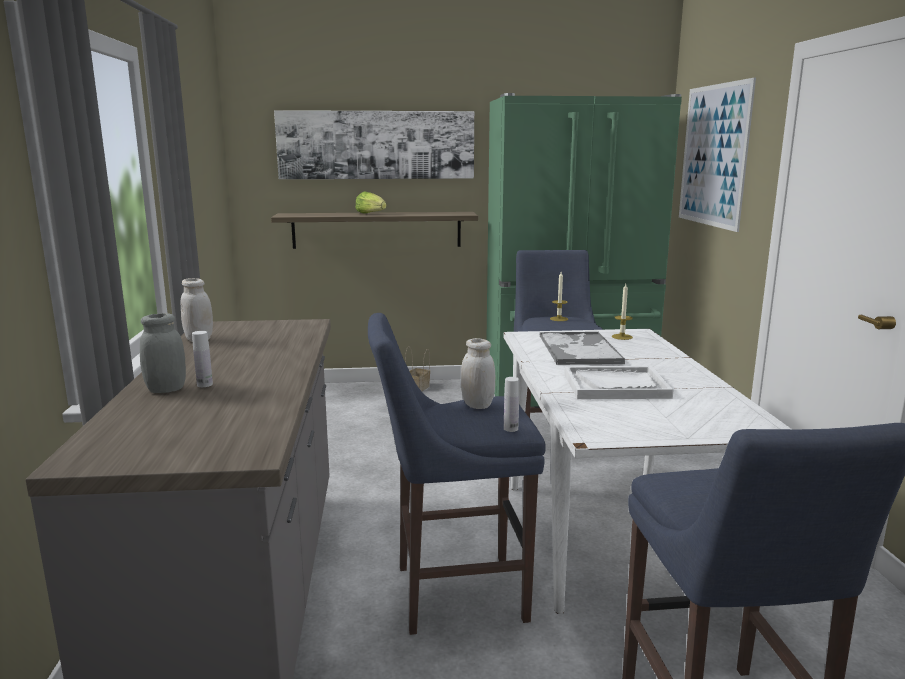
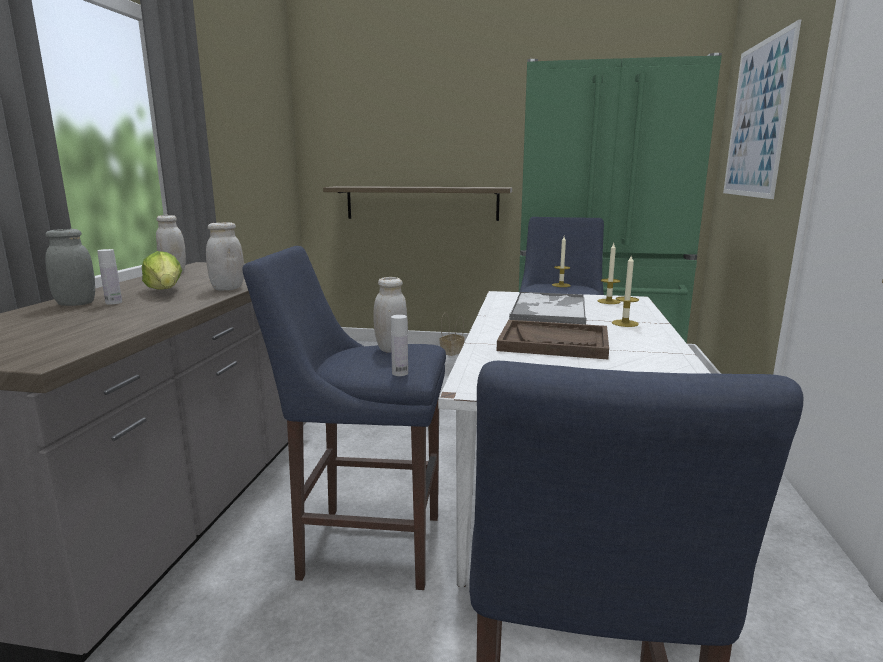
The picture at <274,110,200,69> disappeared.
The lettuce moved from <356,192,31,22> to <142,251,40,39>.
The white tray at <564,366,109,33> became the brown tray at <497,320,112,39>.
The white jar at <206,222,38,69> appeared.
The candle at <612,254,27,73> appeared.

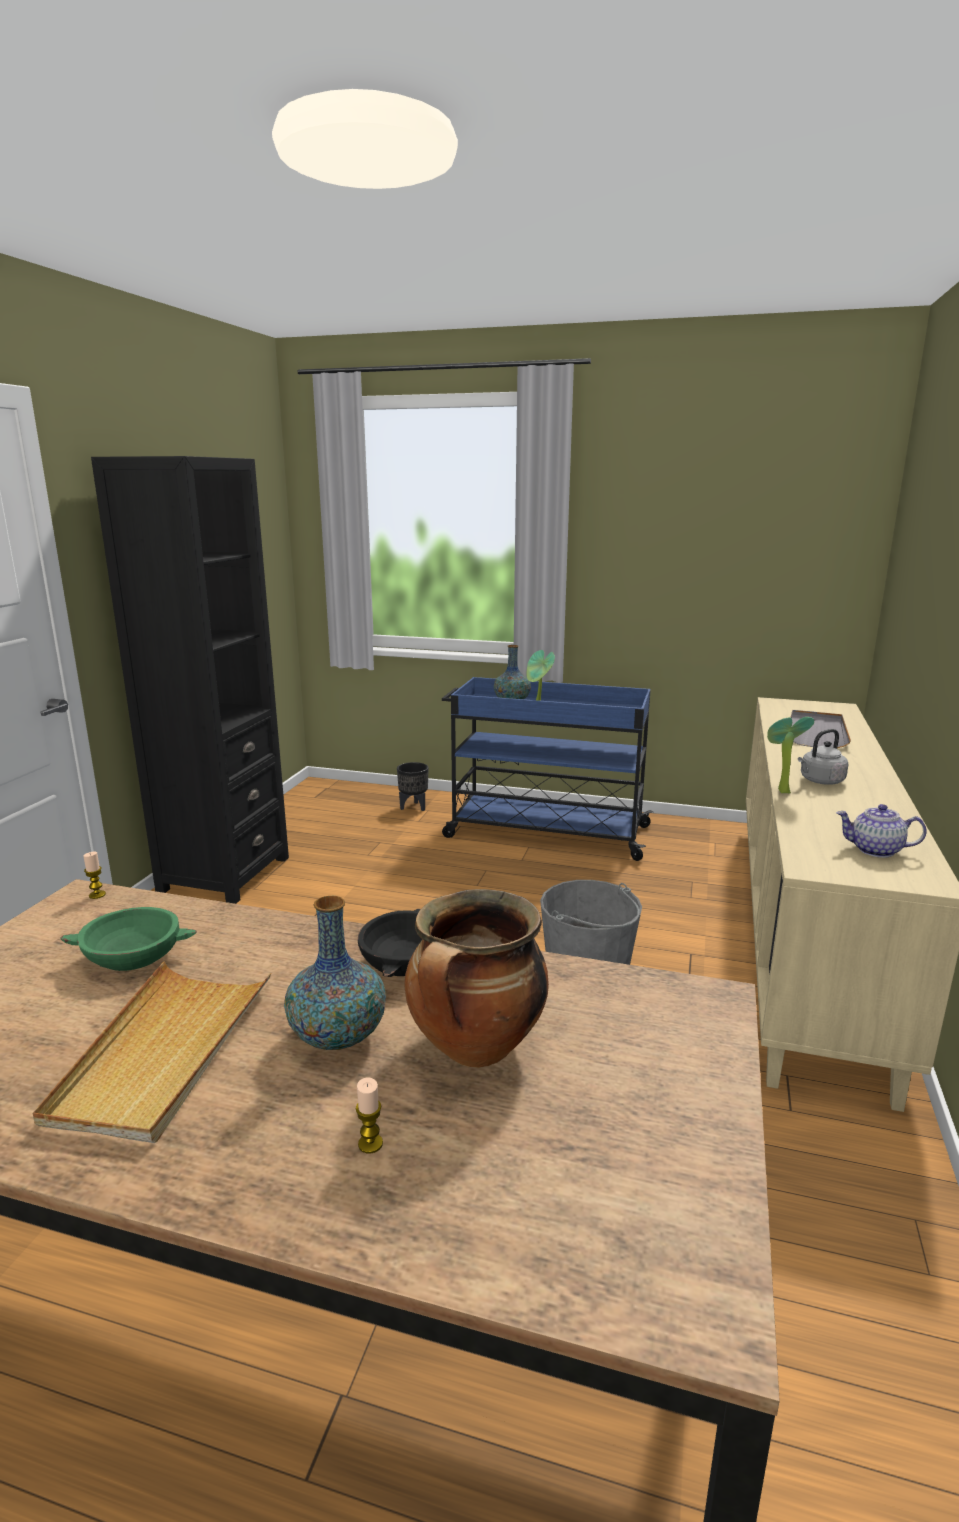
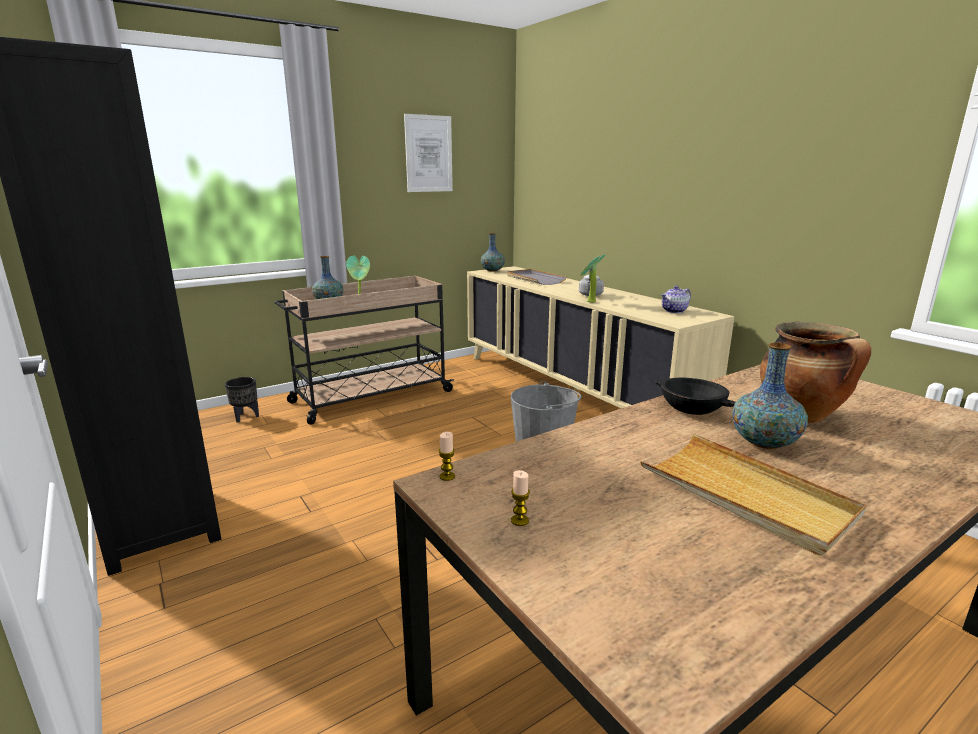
The blue cart at <442,677,211,184> became the beige cart at <274,276,180,149>.
The green bowl at <60,907,137,64> disappeared.
The candle moved from <356,1078,27,75> to <511,470,19,56>.
The picture at <404,114,49,78> appeared.
The vase at <481,233,24,39> appeared.

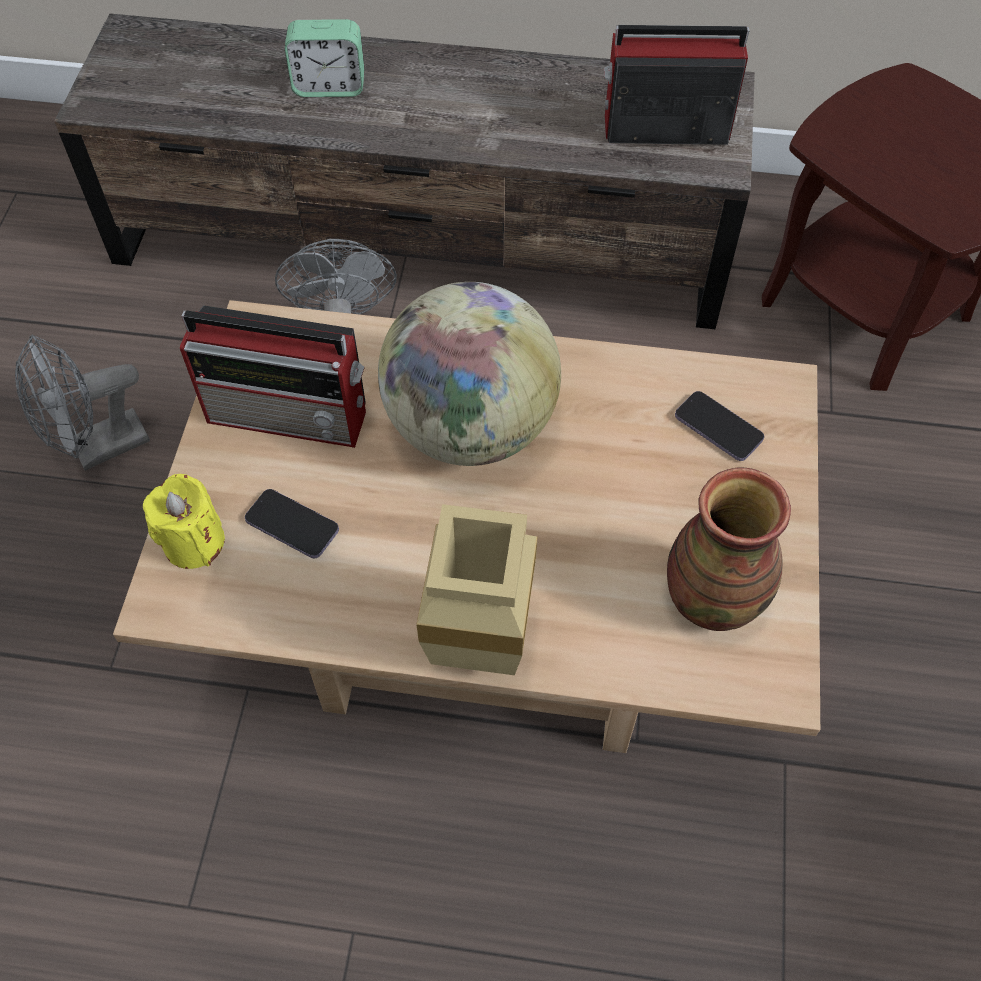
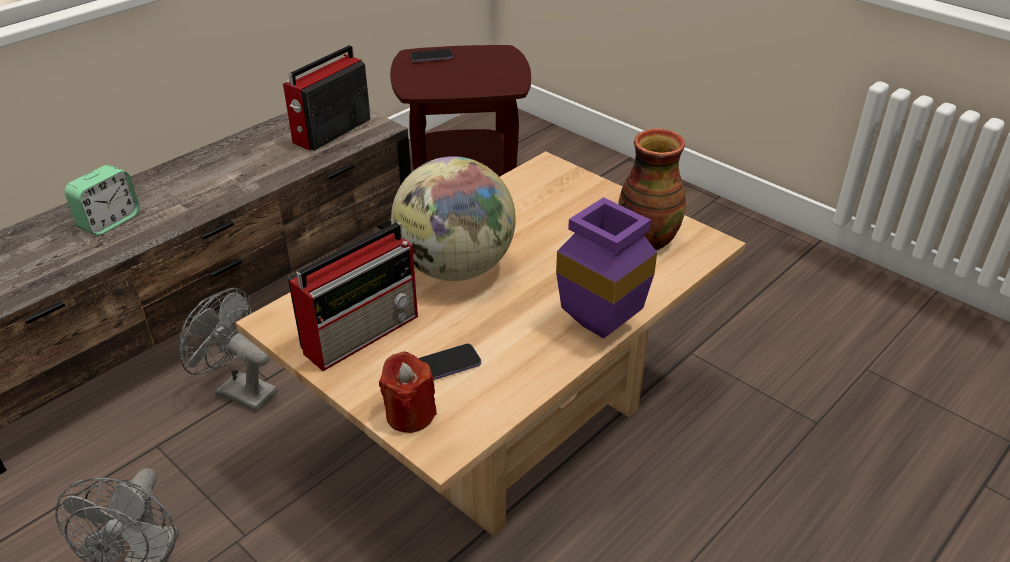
The phone moved from <675,391,89,70> to <410,49,43,13>.
The yellow candle at <143,474,82,95> became the red candle at <379,351,58,82>.
The beige vase at <416,504,121,171> became the purple vase at <556,197,101,142>.

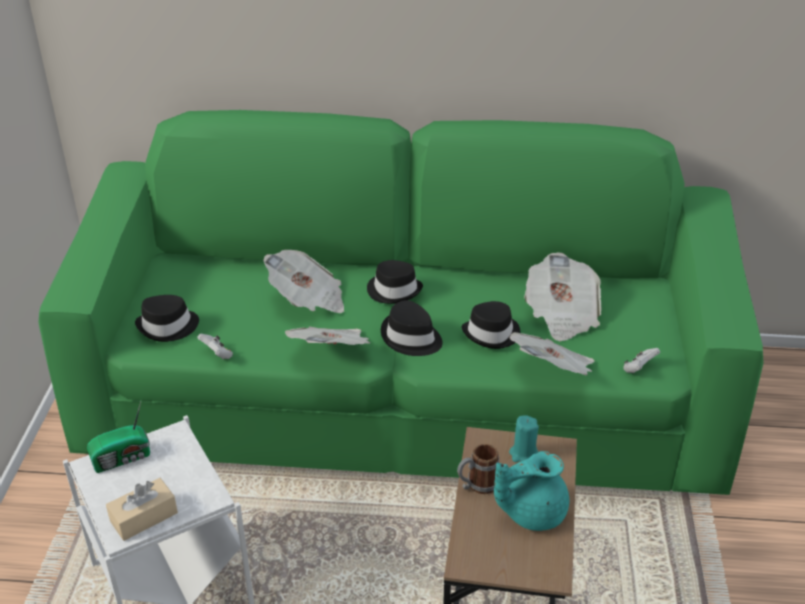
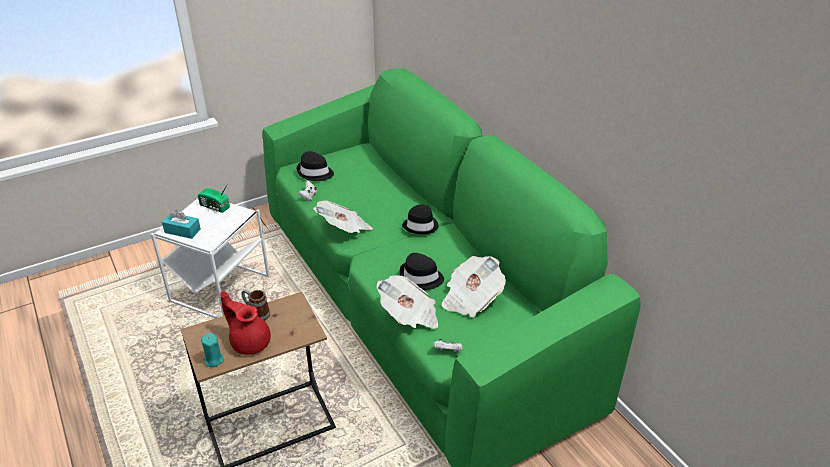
The newspaper at <264,250,80,63> disappeared.
The black hat at <381,300,62,56> disappeared.
The turquoise candle moved from <509,415,30,47> to <201,333,23,34>.
The turquoise teapot at <494,451,75,80> became the red teapot at <220,291,51,64>.
The beige tissue box at <106,478,72,63> became the turquoise tissue box at <162,210,39,29>.

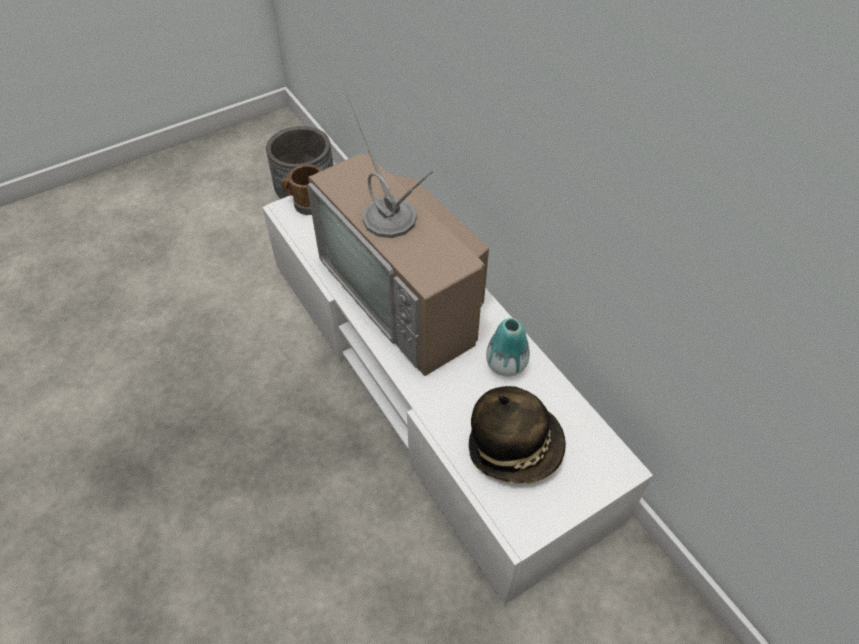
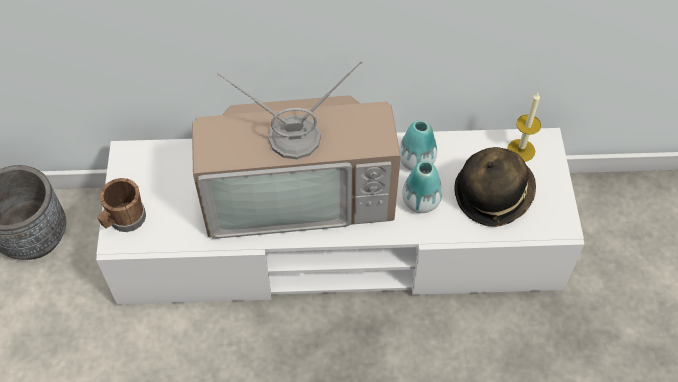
The candle at <507,93,34,69> appeared.
The vase at <402,161,40,52> appeared.

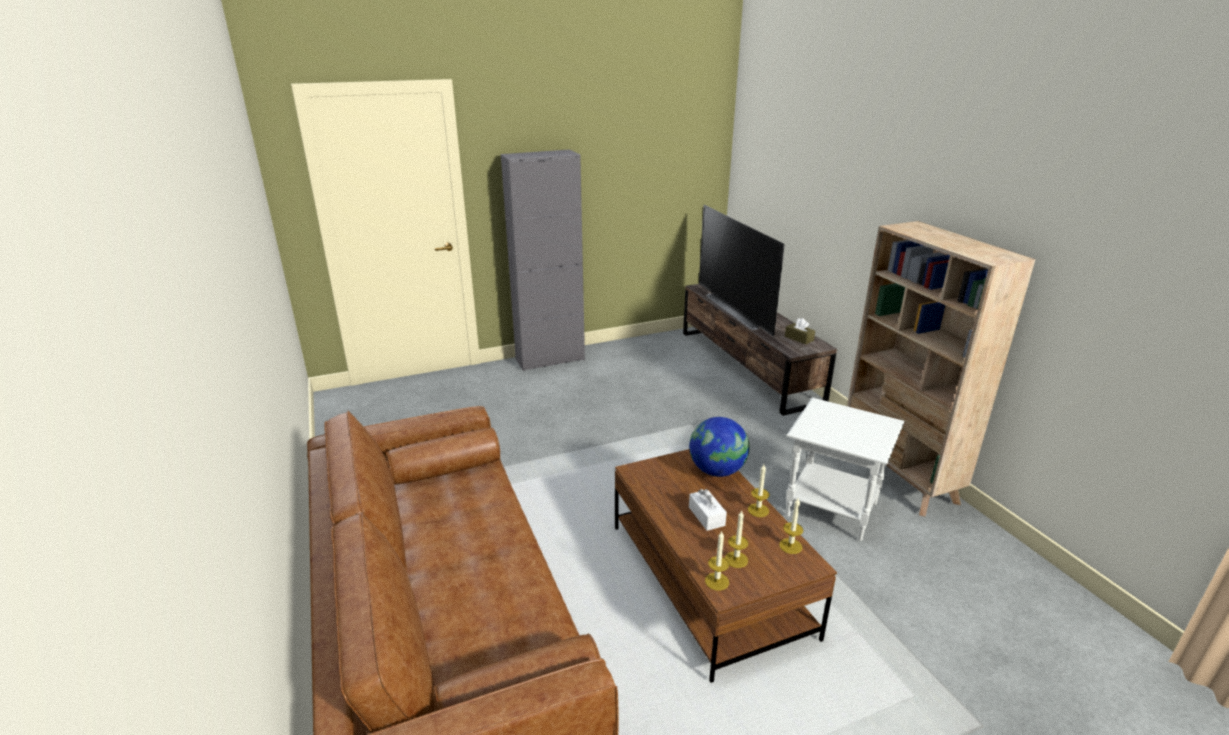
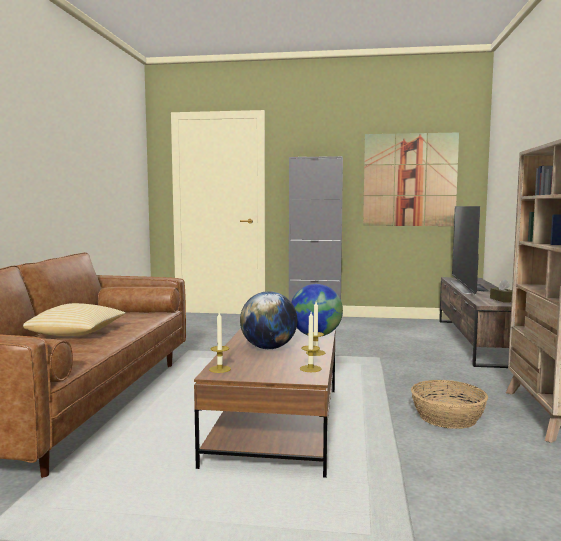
The white side table at <786,398,119,143> was replaced by the basket at <411,380,77,49>.
The white tissue box at <689,489,38,42> was replaced by the globe at <240,291,58,58>.
The candle at <725,510,23,58> disappeared.
The picture at <363,133,96,93> appeared.
The pillow at <23,303,103,33> appeared.

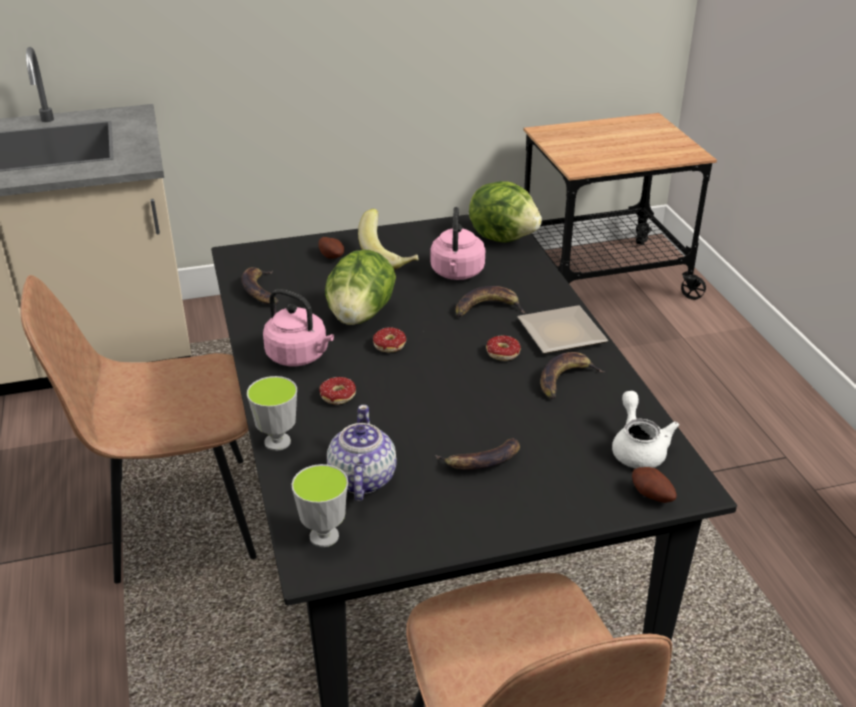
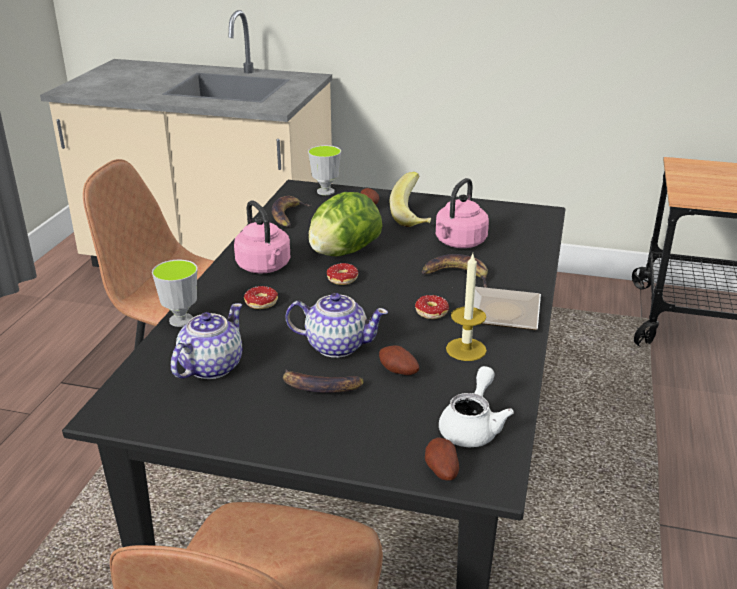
The lettuce at <469,181,73,61> disappeared.
The banana at <541,352,64,47> was replaced by the candle at <446,254,41,107>.
The cup moved from <292,464,56,83> to <308,145,33,50>.
The teapot at <286,293,102,65> appeared.
The potato at <379,345,40,30> appeared.

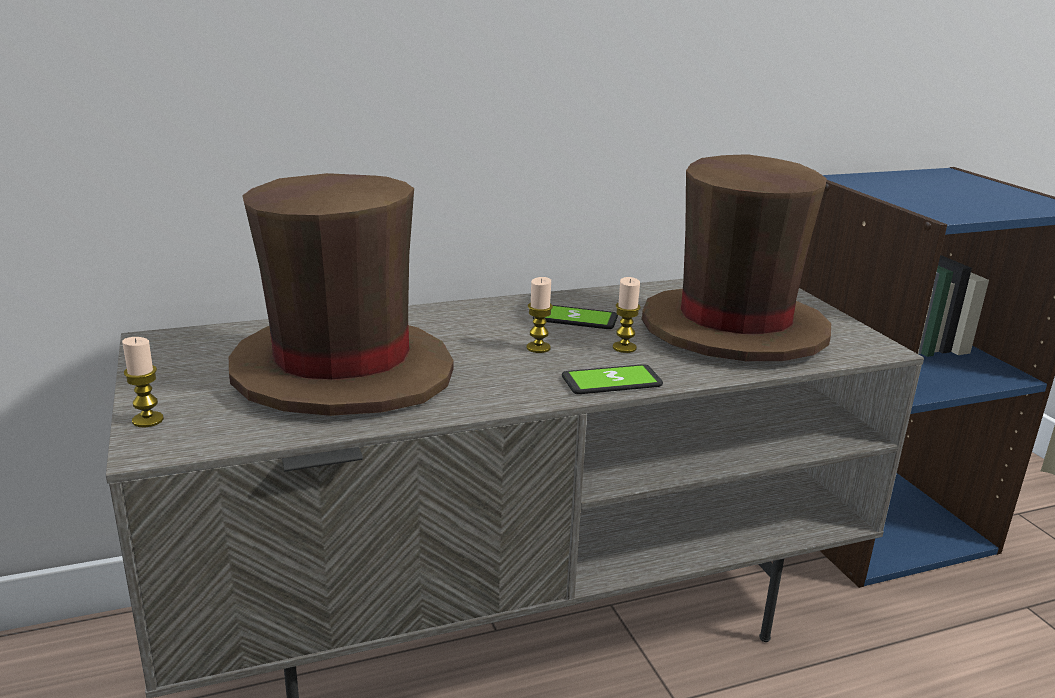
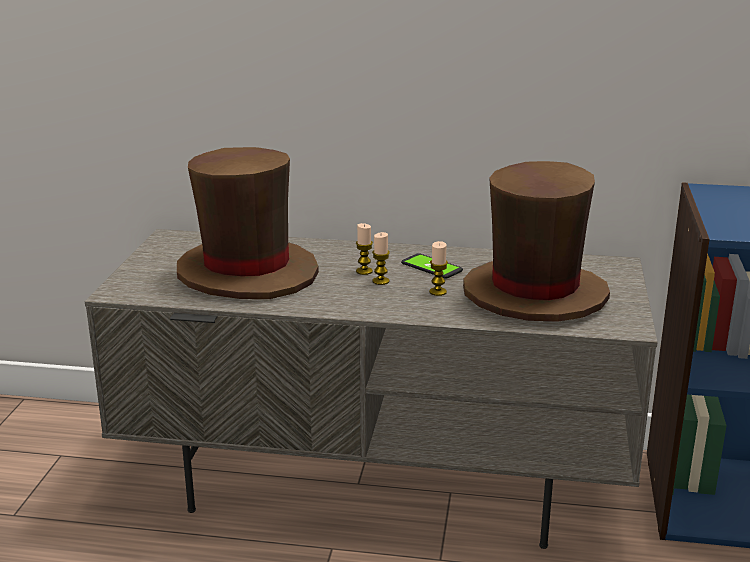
The candle moved from <122,337,42,90> to <356,223,17,52>.
The phone at <562,364,101,30> disappeared.

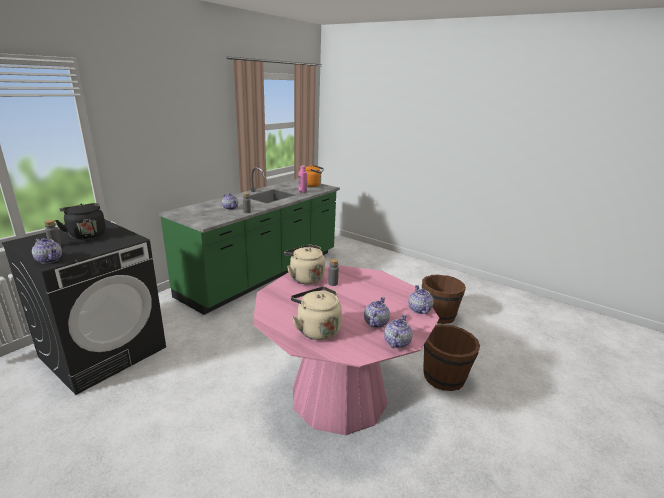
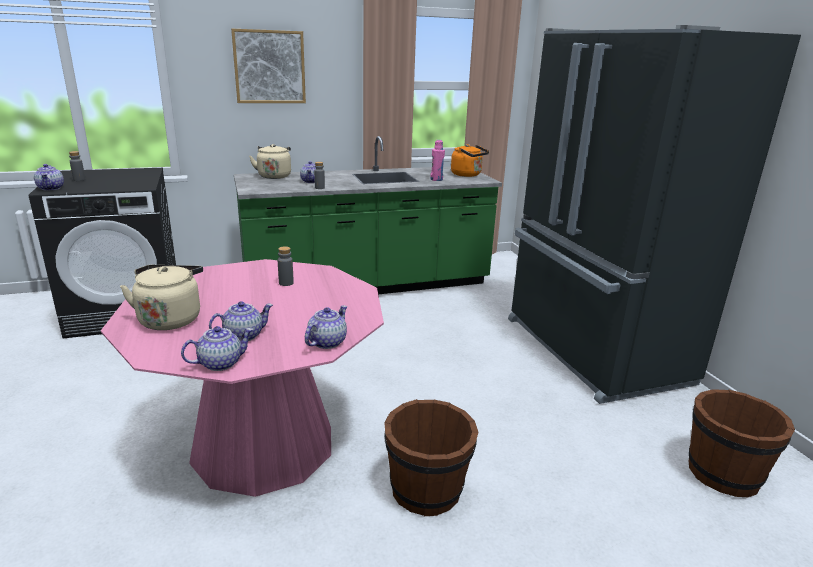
The black kettle at <55,203,51,37> disappeared.
The beige kettle moved from <284,245,41,39> to <249,144,42,35>.
The brown bucket moved from <422,275,44,49> to <689,389,106,108>.
The black fridge at <508,25,293,379> appeared.
The picture at <231,29,75,74> appeared.

